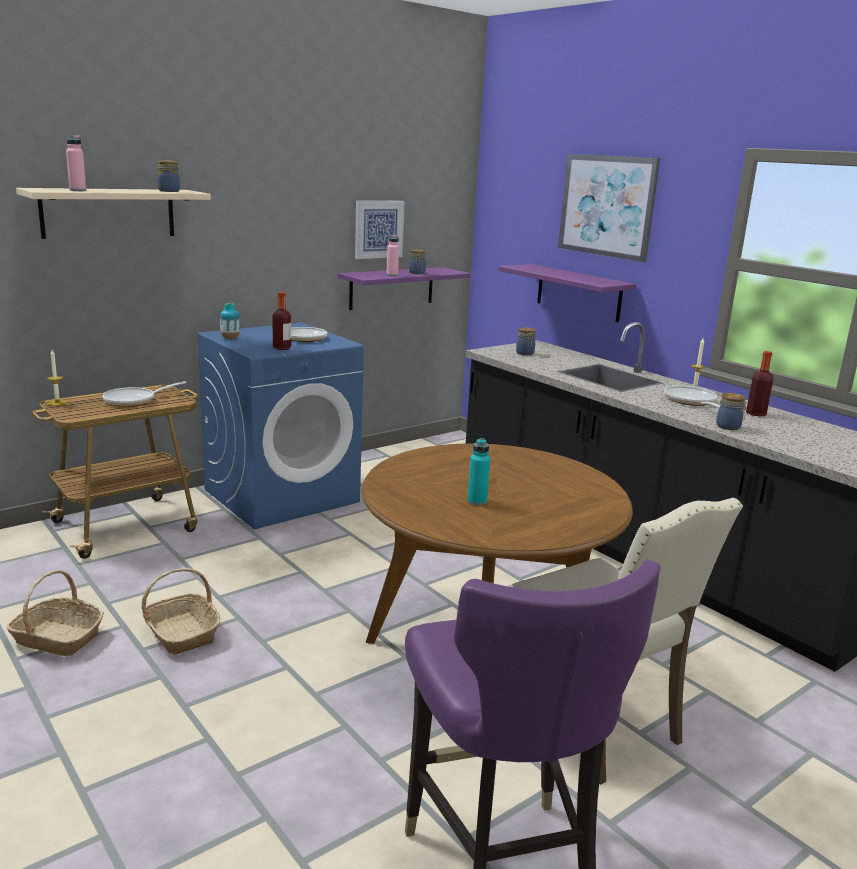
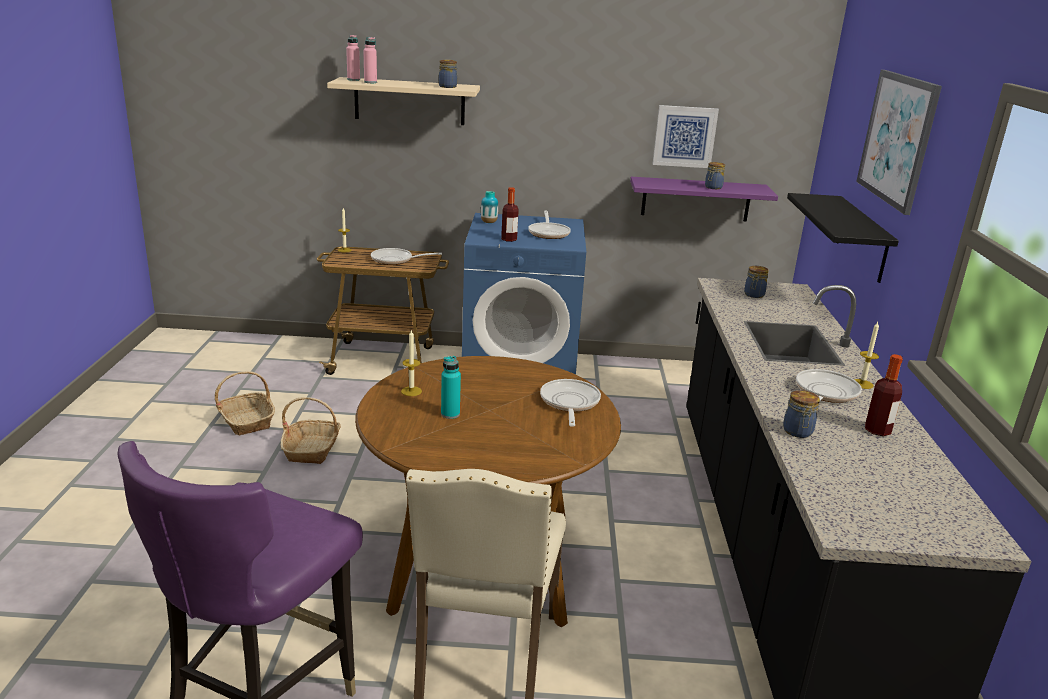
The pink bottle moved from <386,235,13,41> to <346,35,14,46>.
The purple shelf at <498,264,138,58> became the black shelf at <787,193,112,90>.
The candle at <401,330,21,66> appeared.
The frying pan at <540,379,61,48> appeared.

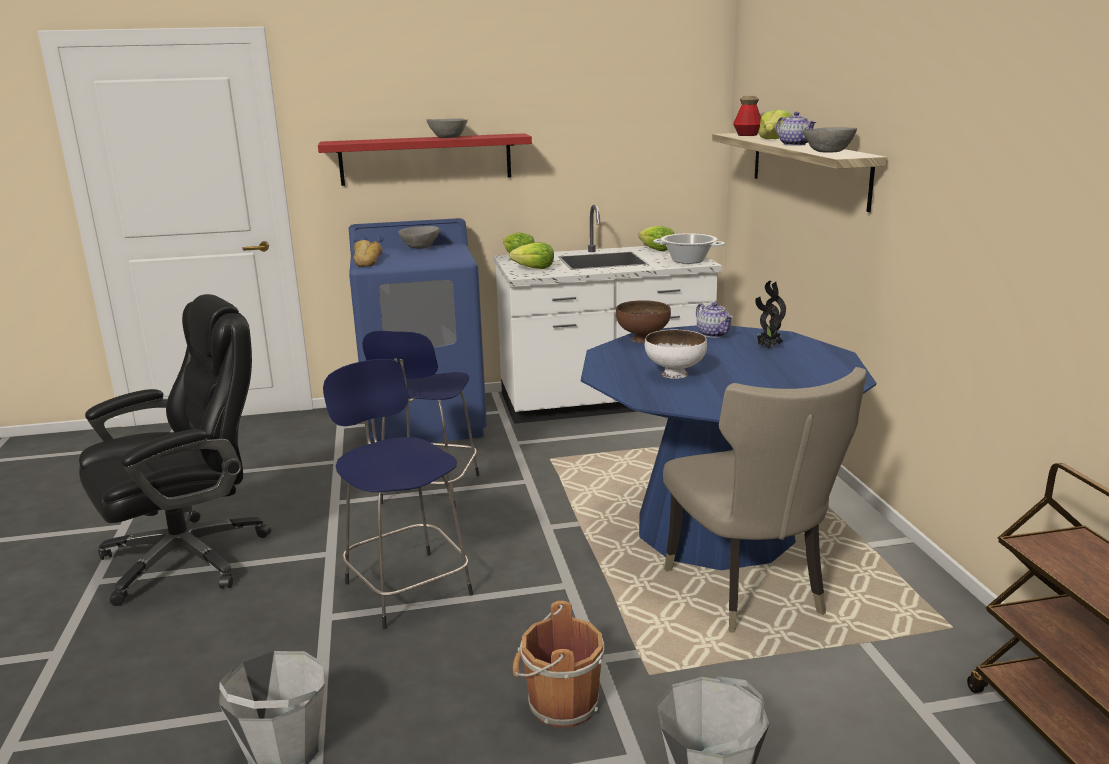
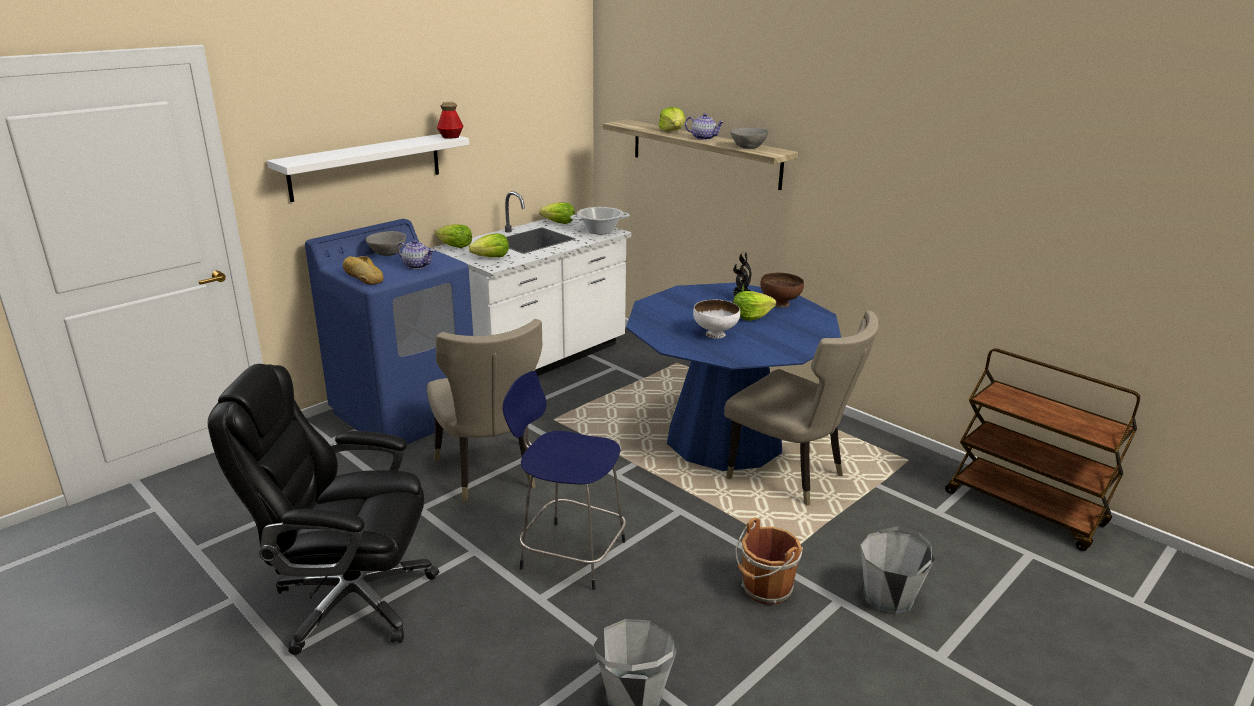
The bottle moved from <733,96,28,40> to <437,102,26,37>.
The grey bowl at <426,119,42,19> disappeared.
The red shelf at <318,133,214,53> became the white shelf at <267,134,202,68>.
The black office chair at <79,294,192,312> turned 105 degrees counterclockwise.
The brown bowl moved from <616,300,55,43> to <760,273,44,35>.
The teapot moved from <696,302,37,36> to <397,240,37,29>.
The blue stool at <362,331,117,177> was replaced by the beige chair at <427,319,115,183>.
The lettuce at <733,291,43,30> appeared.

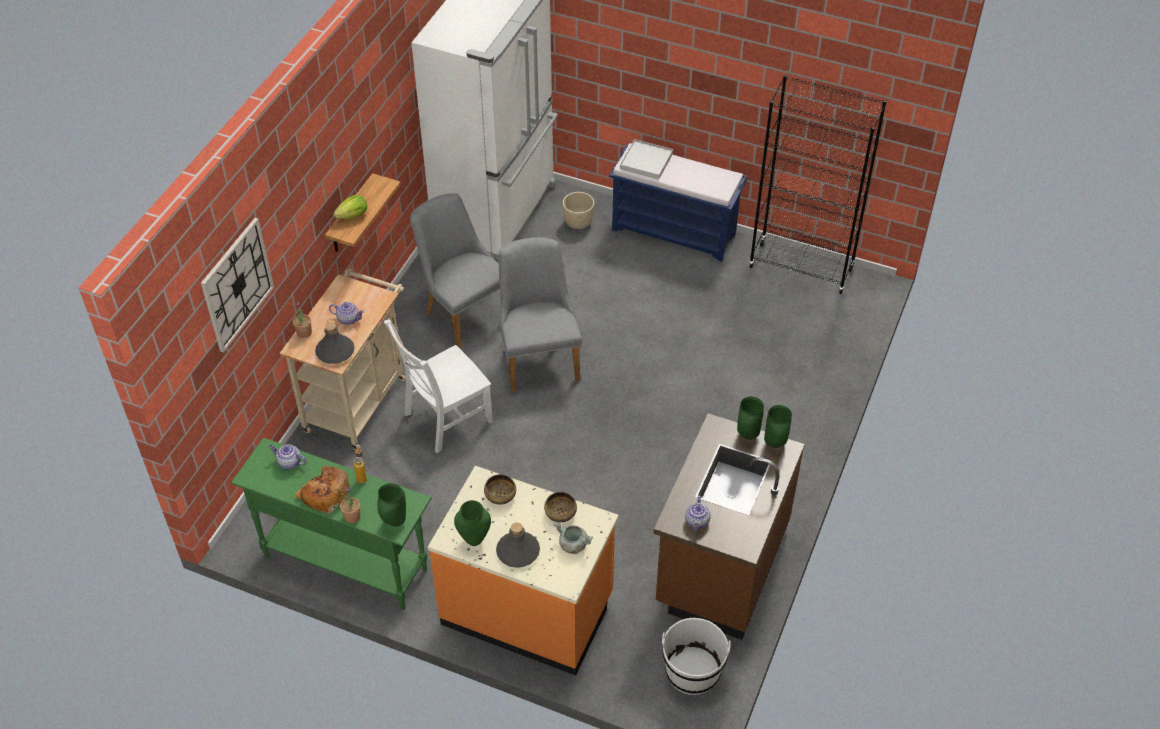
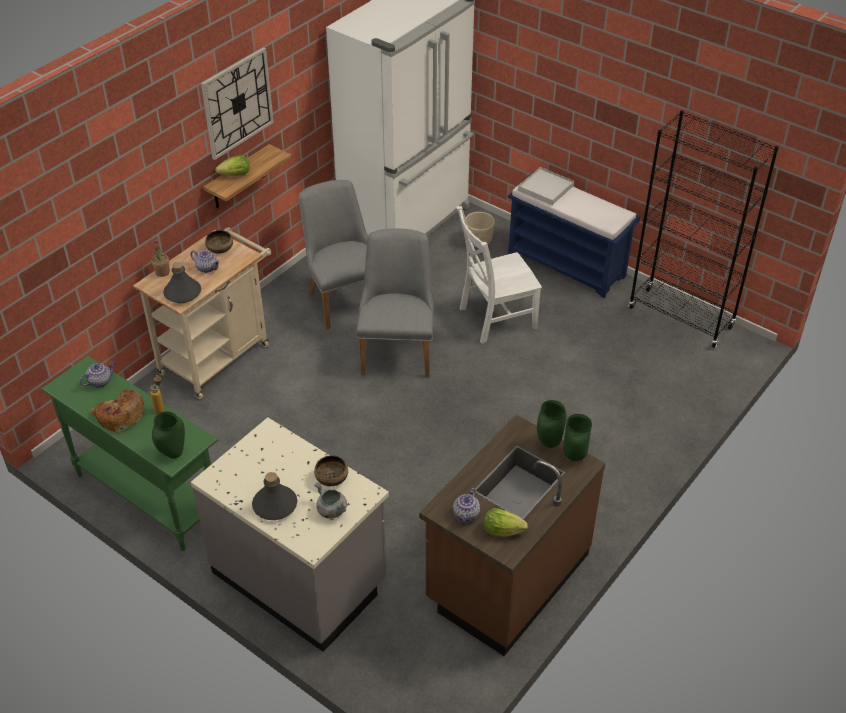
The wall clock moved from <201,218,73,134> to <201,47,73,113>.
The white chair moved from <384,319,109,134> to <456,206,86,138>.
The teapot at <269,444,37,25> turned 105 degrees clockwise.
The orange counter at <428,466,190,209> became the grey counter at <191,417,198,235>.
The bowl moved from <484,474,32,31> to <205,230,28,24>.
The potted plant at <340,487,20,36> disappeared.
The green vase at <454,500,37,46> disappeared.
The white bucket at <662,618,69,77> disappeared.
The lettuce at <484,508,44,28> appeared.

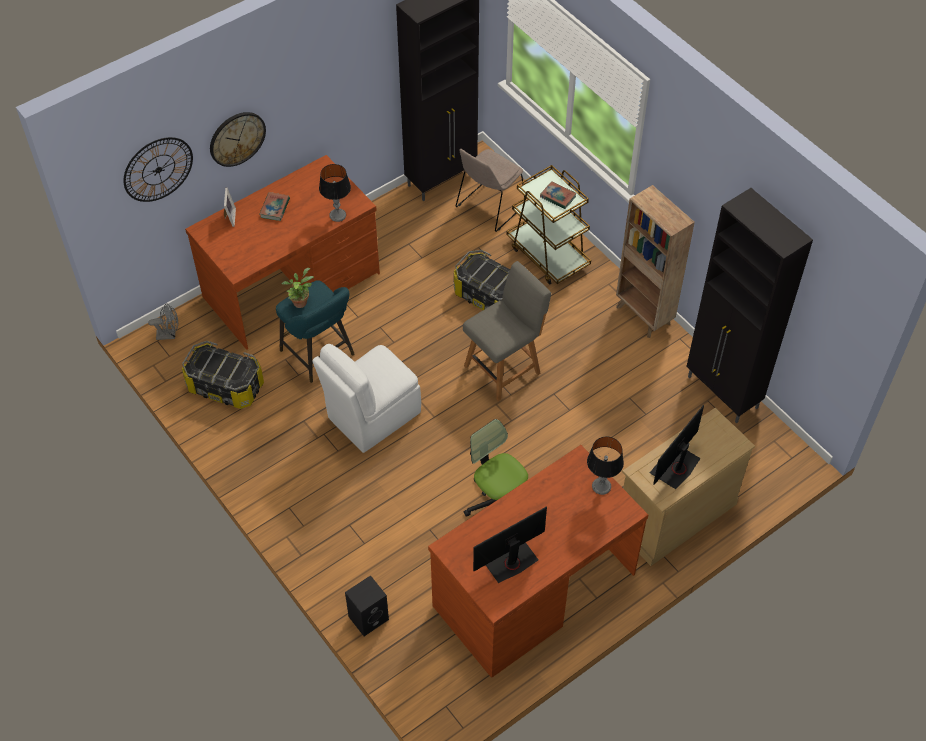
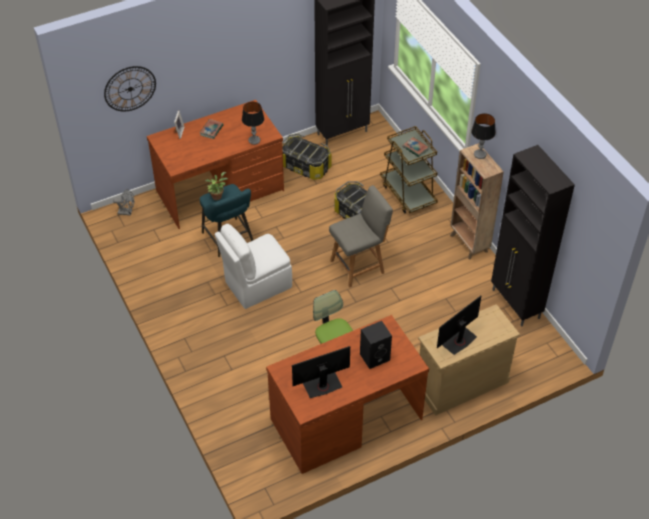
The wall clock at <210,112,56,55> disappeared.
The beige chair at <455,149,70,83> disappeared.
The storage box moved from <182,341,82,68> to <282,134,49,46>.
The table lamp moved from <587,437,37,58> to <471,113,25,46>.
The black speaker moved from <345,575,44,61> to <360,321,32,48>.

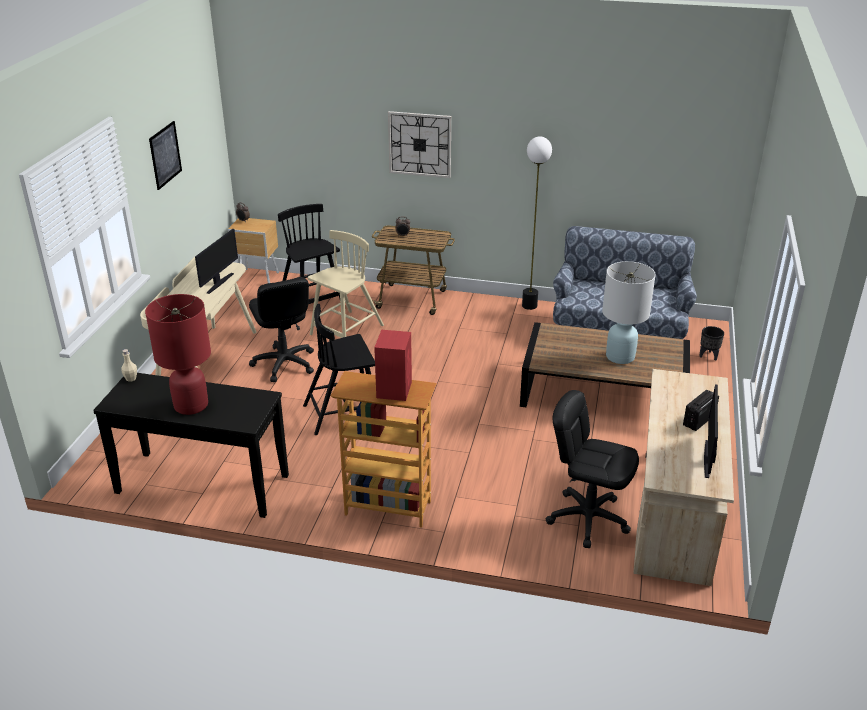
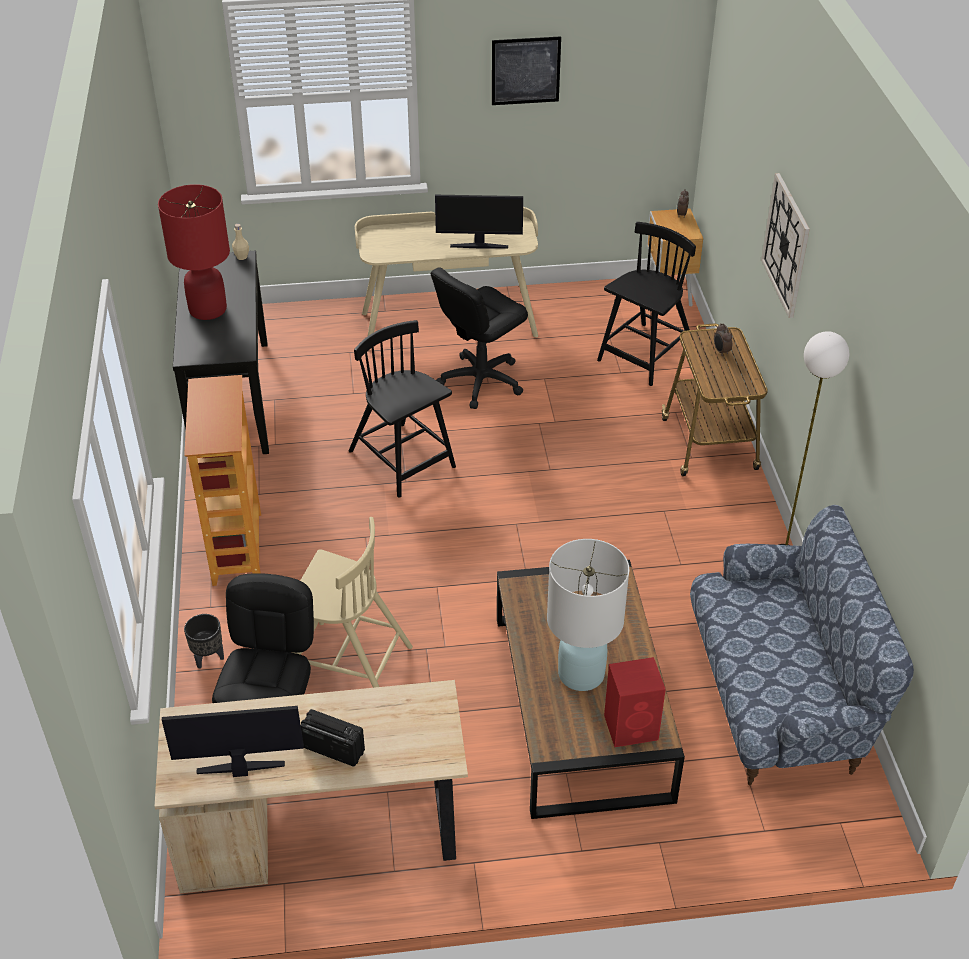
The beige chair moved from <307,230,77,108> to <296,517,117,171>.
The black planter moved from <699,326,25,35> to <184,614,40,55>.
The red speaker moved from <374,330,38,71> to <604,657,62,90>.

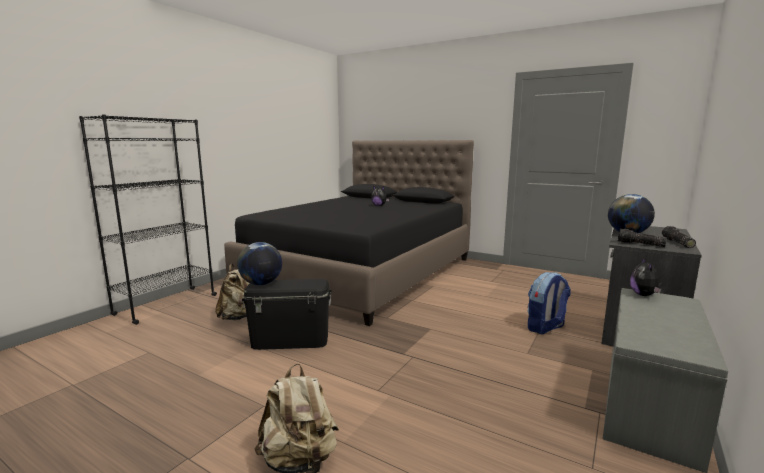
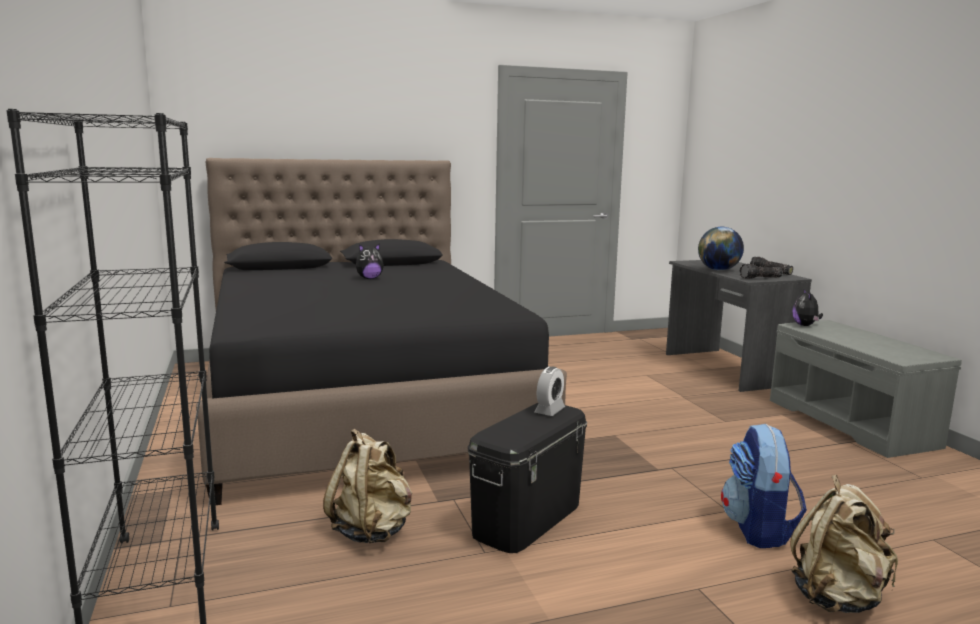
The globe at <237,242,45,43> disappeared.
The plush toy at <630,258,33,38> turned 45 degrees clockwise.
The backpack moved from <527,272,44,62> to <721,424,86,124>.
The alarm clock at <534,367,31,49> appeared.

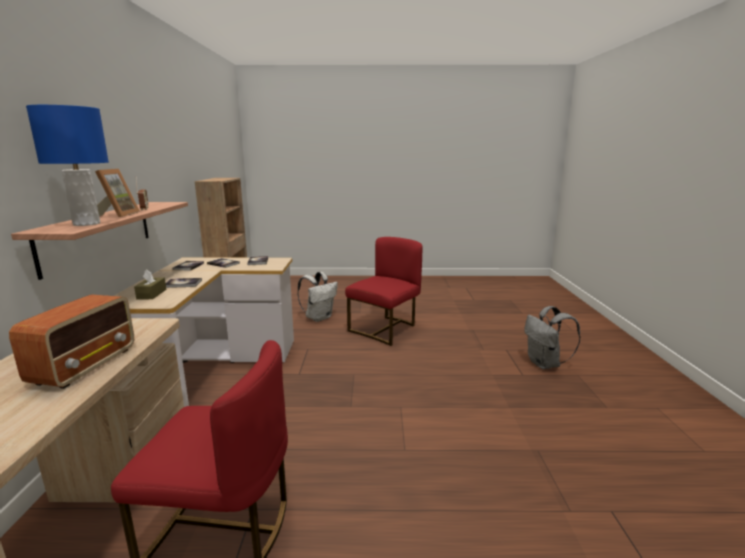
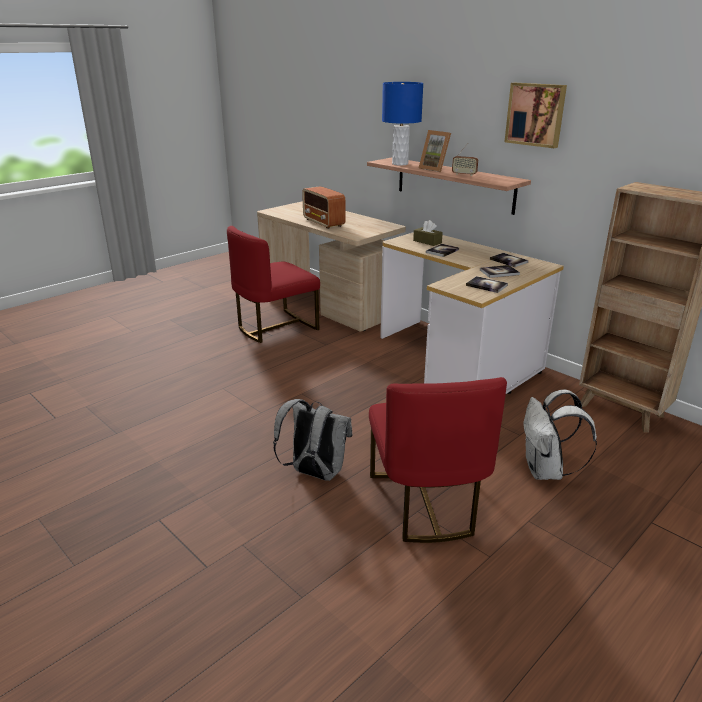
The grey backpack moved from <524,306,57,63> to <273,399,79,82>.
The picture at <505,83,62,65> appeared.

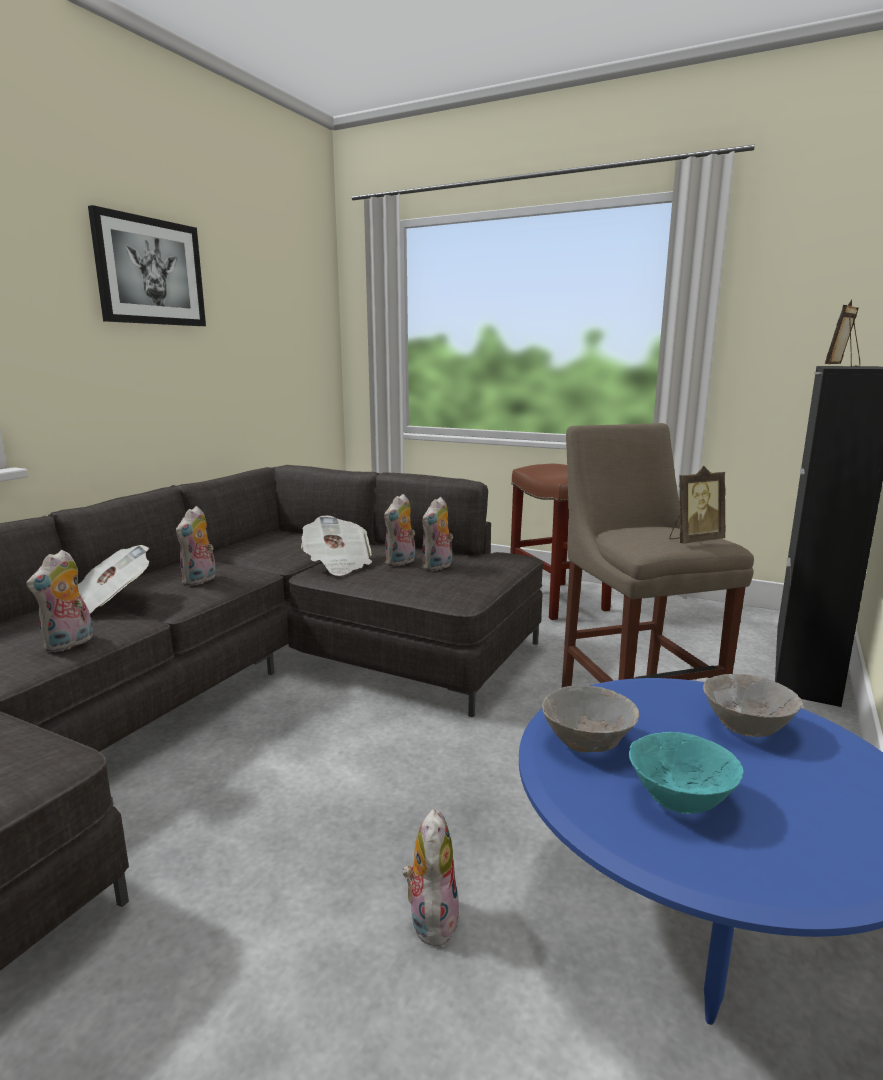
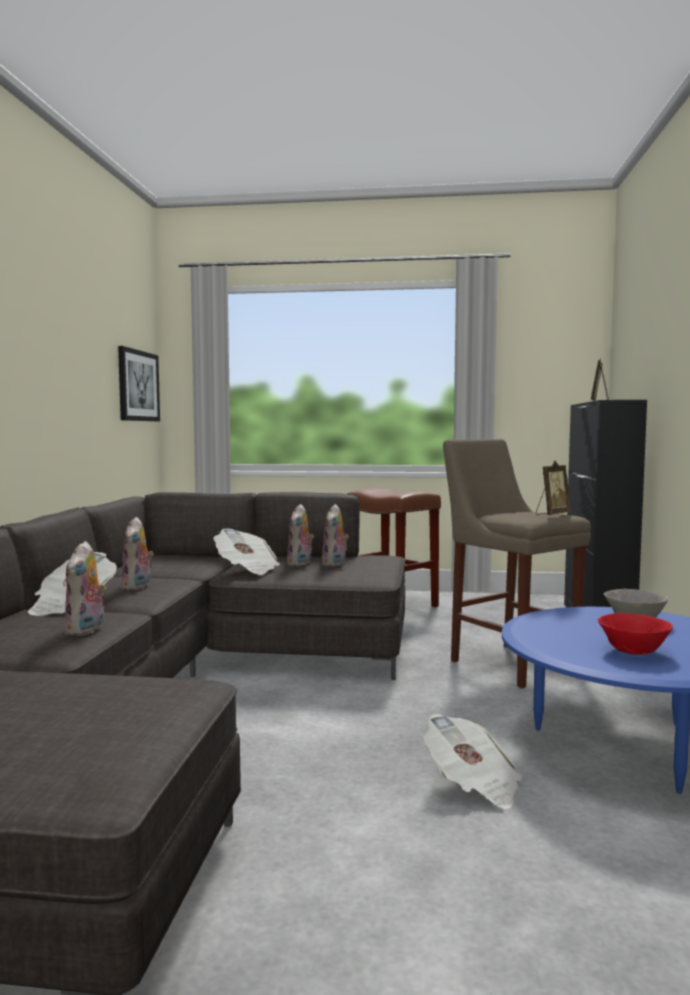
The picture moved from <88,205,118,121> to <118,346,42,75>.
The grey bowl at <542,685,97,67> disappeared.
The turquoise bowl at <629,732,115,82> became the red bowl at <598,613,75,42>.
The plush toy at <403,809,56,138> was replaced by the newspaper at <424,714,98,95>.

